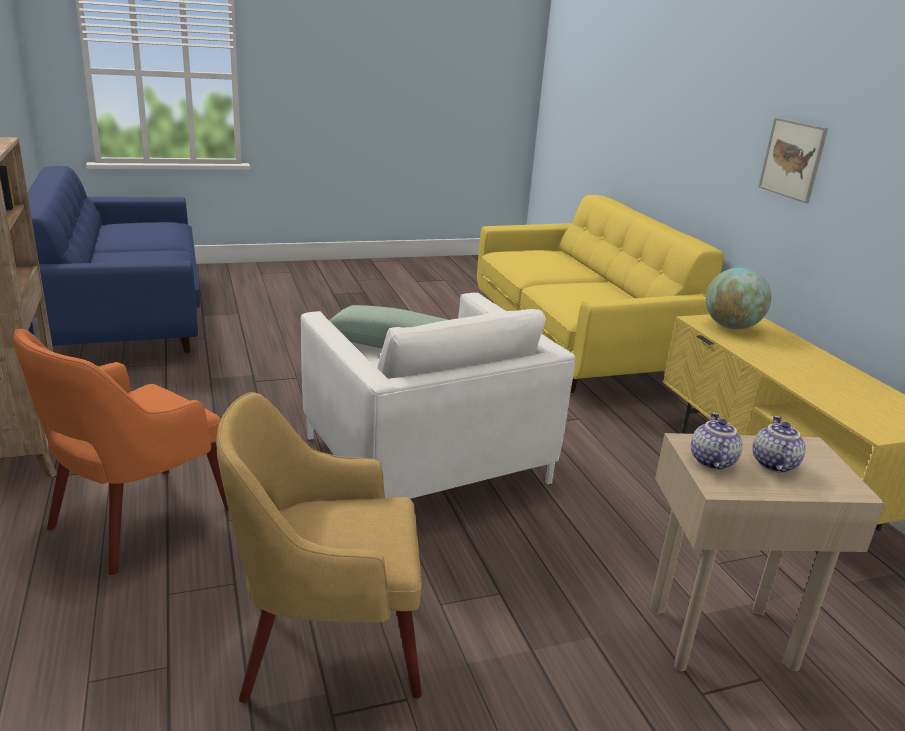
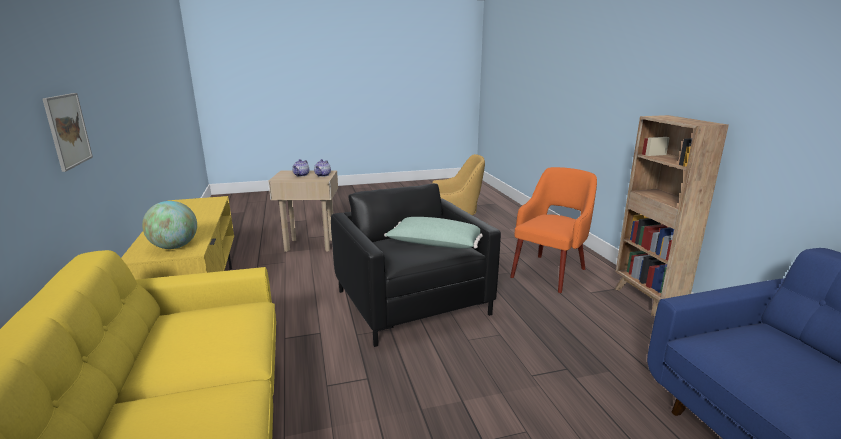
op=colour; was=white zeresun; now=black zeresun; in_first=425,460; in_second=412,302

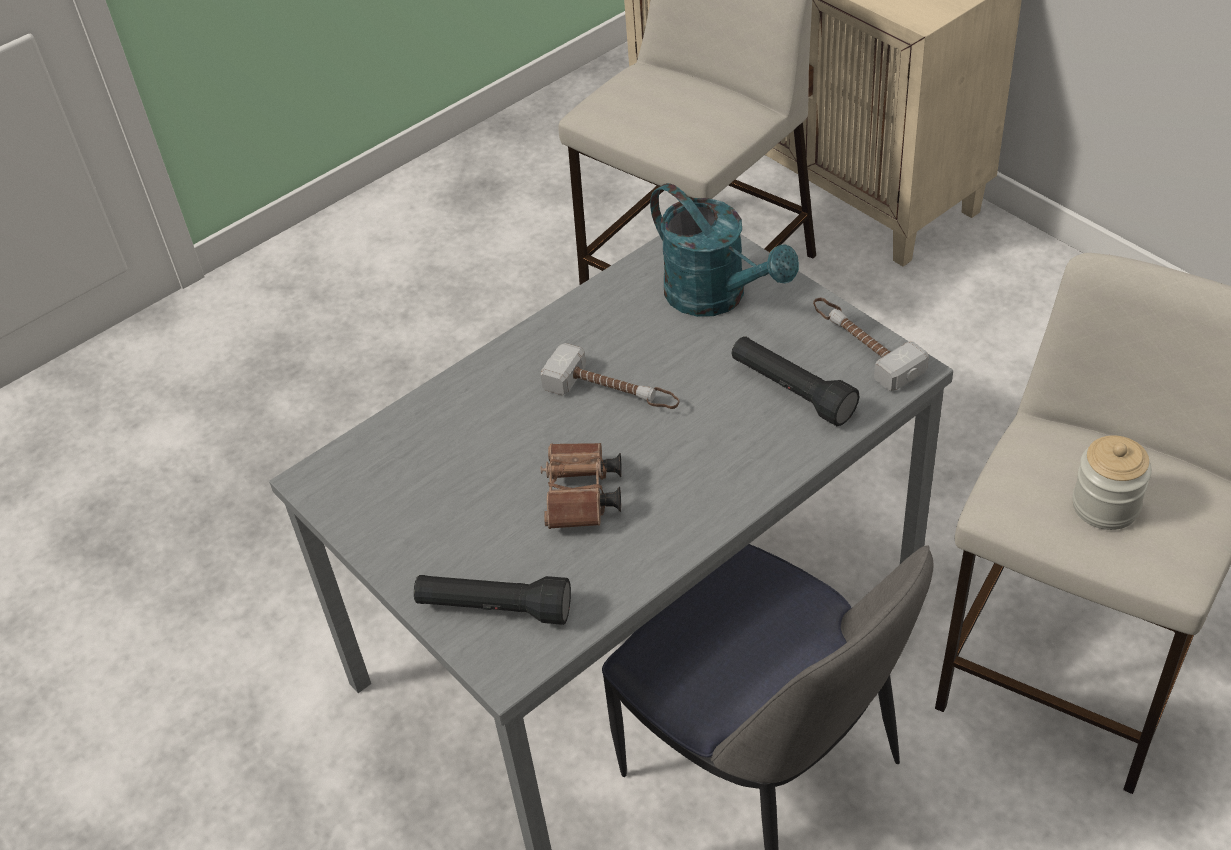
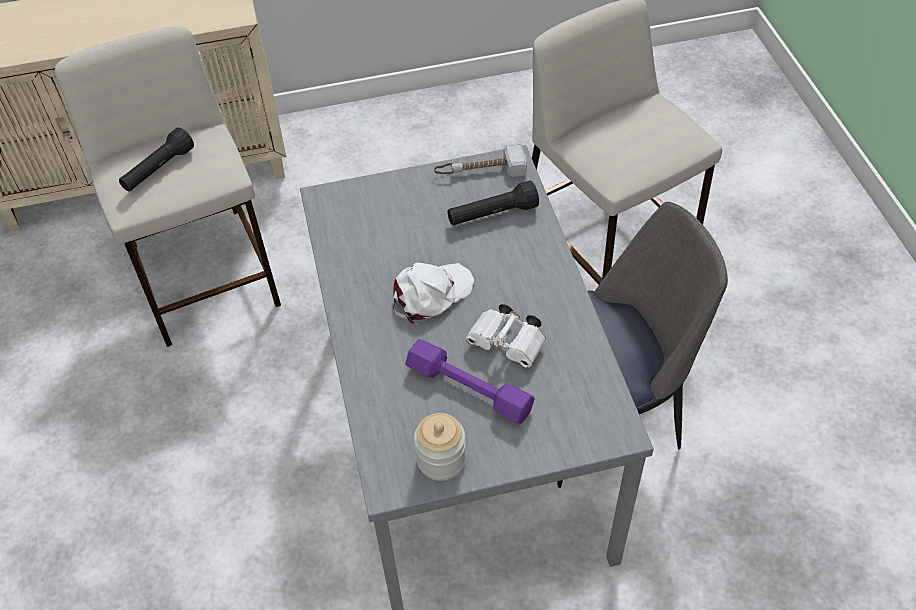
op=relocated; was=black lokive; in_first=494,609; in_second=158,170
op=exchanged; was=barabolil; now=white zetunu; in_first=613,393; in_second=431,294
op=appeared; now=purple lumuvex; in_second=469,388
op=relocated; was=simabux; in_first=1105,505; in_second=441,460
op=colour; was=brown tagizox; now=white tagizox; in_first=582,499; in_second=509,344
op=missing; was=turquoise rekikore; in_first=717,297

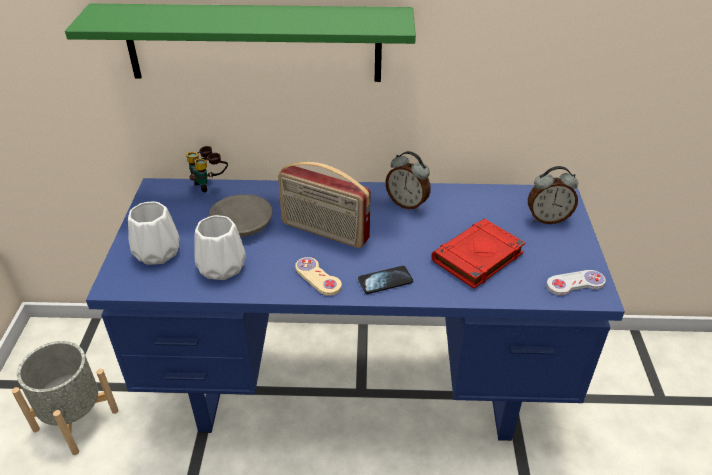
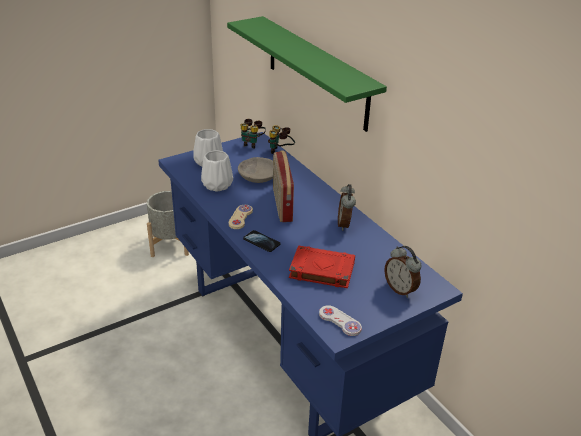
op=appeared; now=tagizox; in_second=252,144

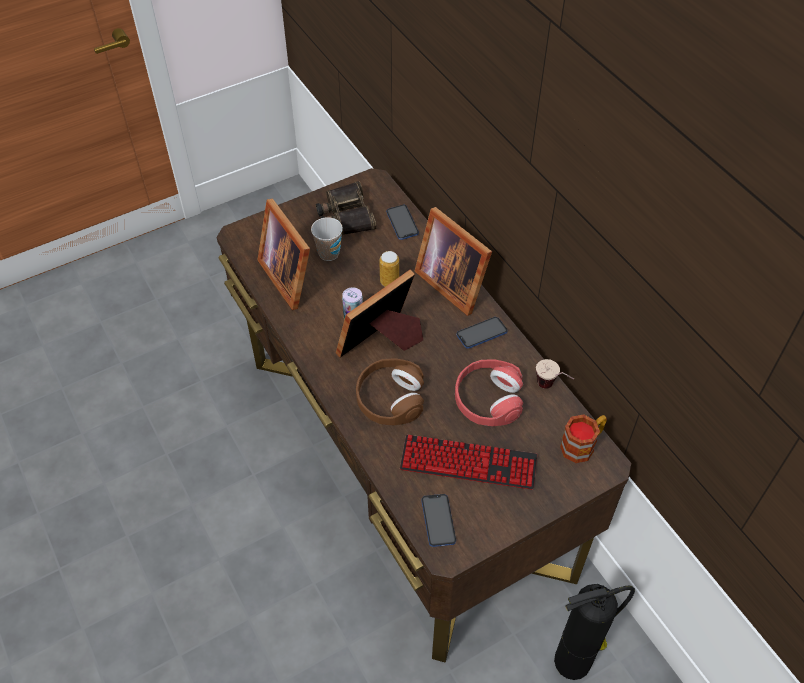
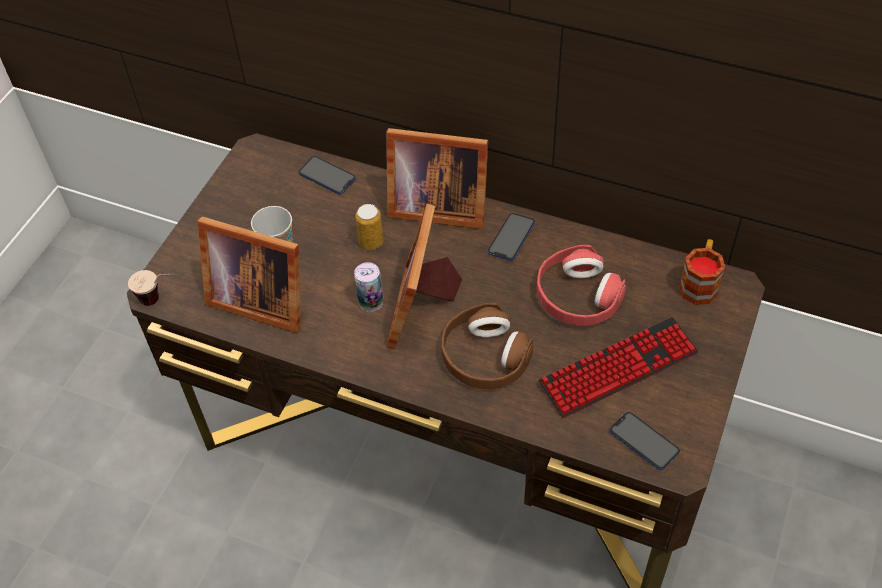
op=relocated; was=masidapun; in_first=552,388; in_second=160,300
op=missing; was=tagizox; in_first=345,215
op=missing; was=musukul; in_first=574,661

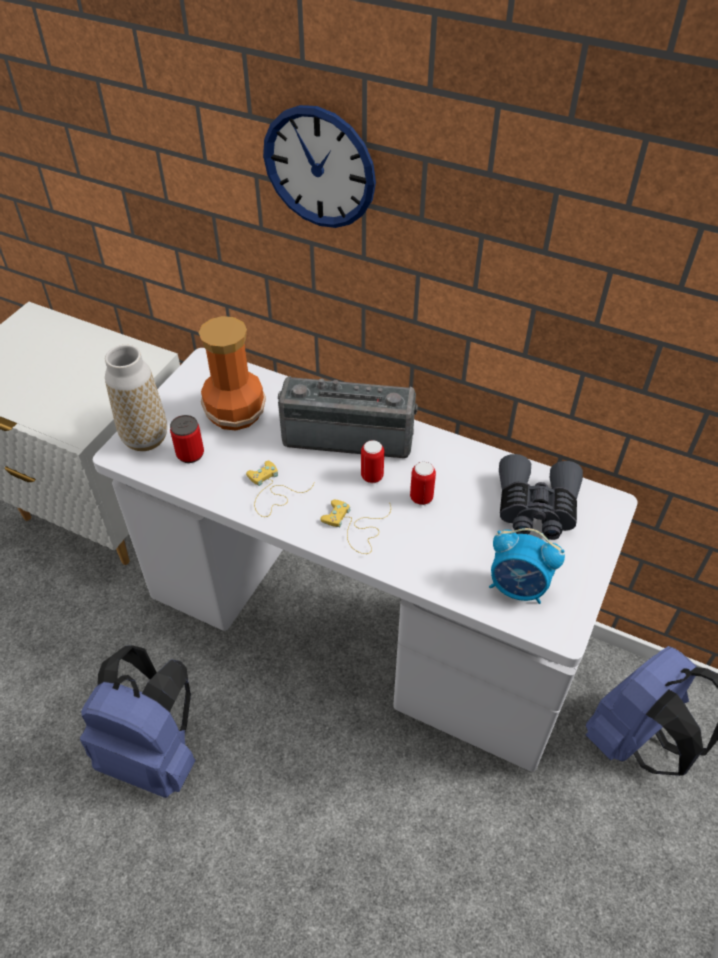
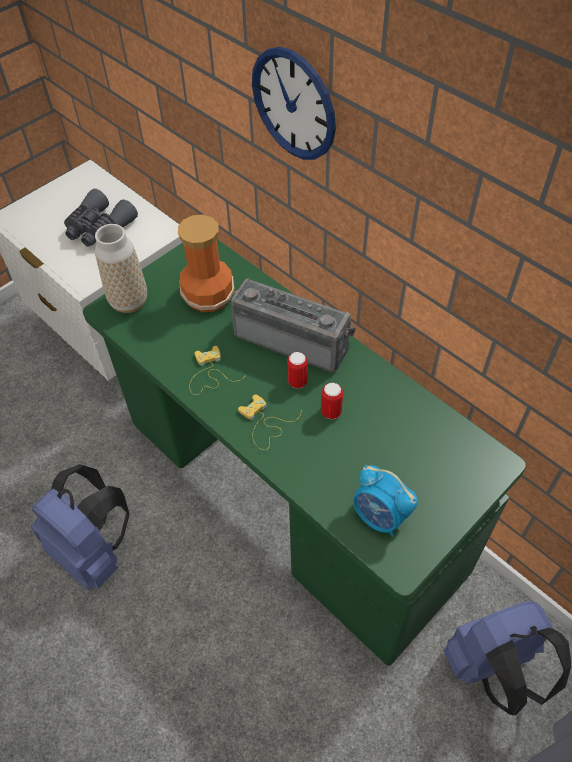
op=relocated; was=grey tagizox; in_first=536,508; in_second=99,228
op=colour; was=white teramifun; now=green teramifun; in_first=359,624; in_second=290,494
op=missing; was=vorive; in_first=190,454

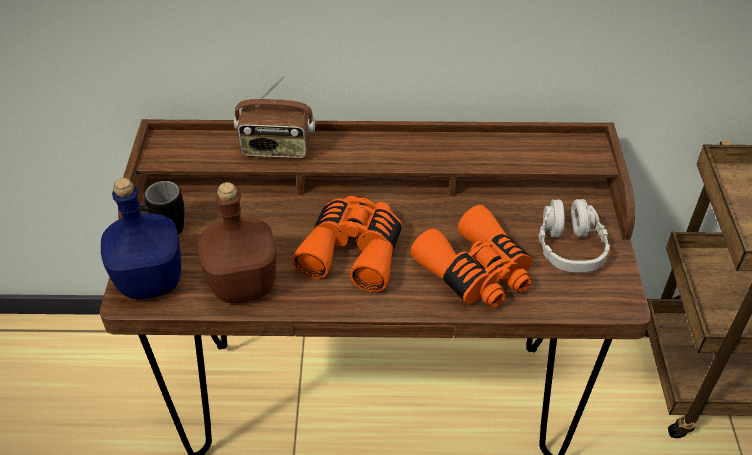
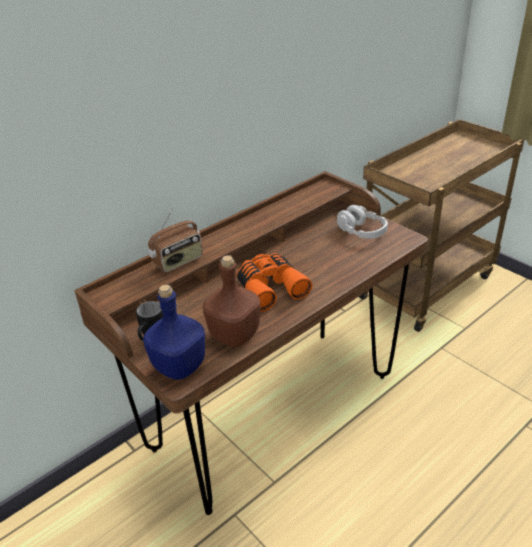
op=missing; was=orange tagizox; in_first=476,272

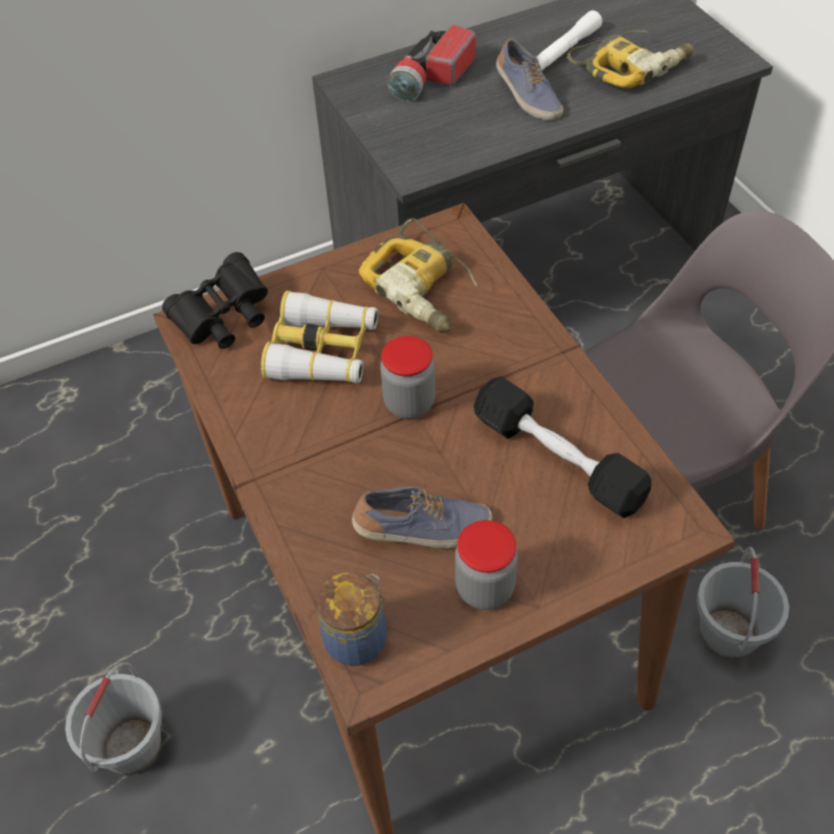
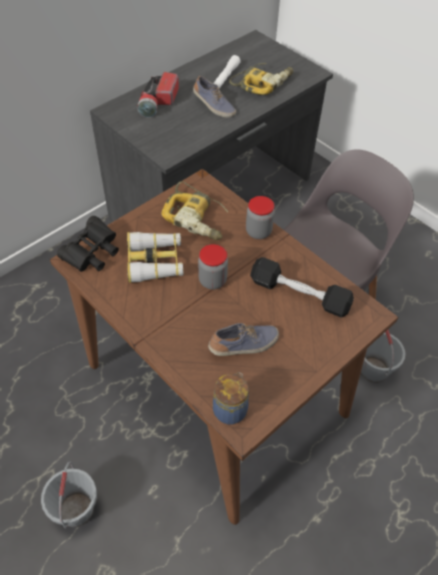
op=relocated; was=simabux; in_first=484,588; in_second=258,232

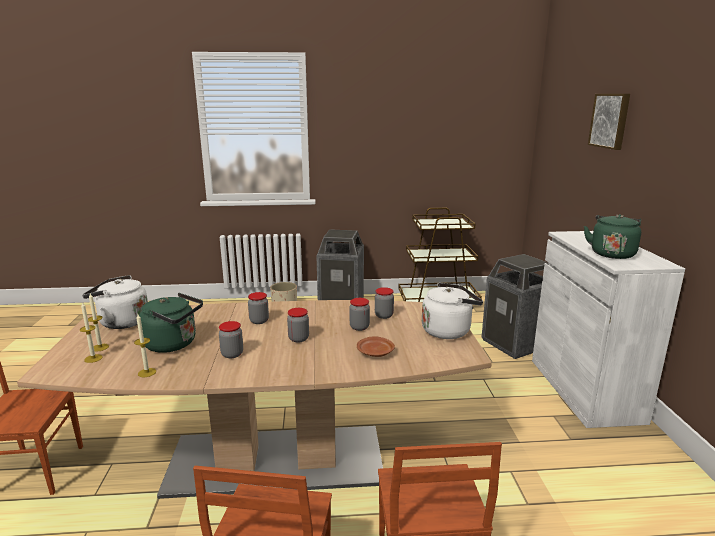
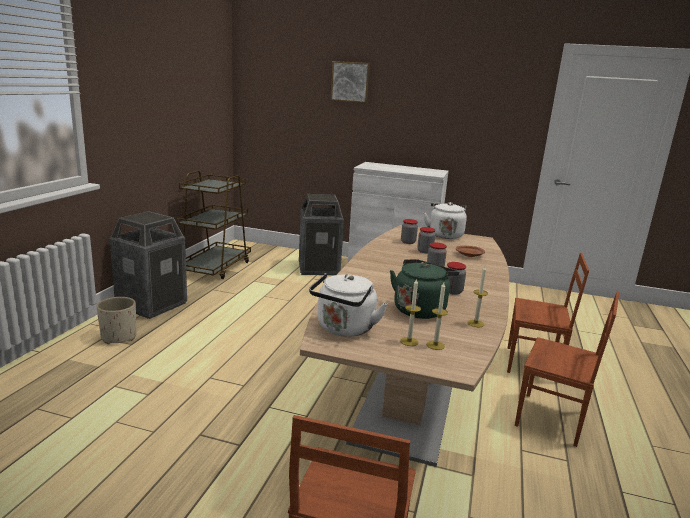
op=missing; was=simabux; in_first=259,321
op=missing; was=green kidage; in_first=611,253

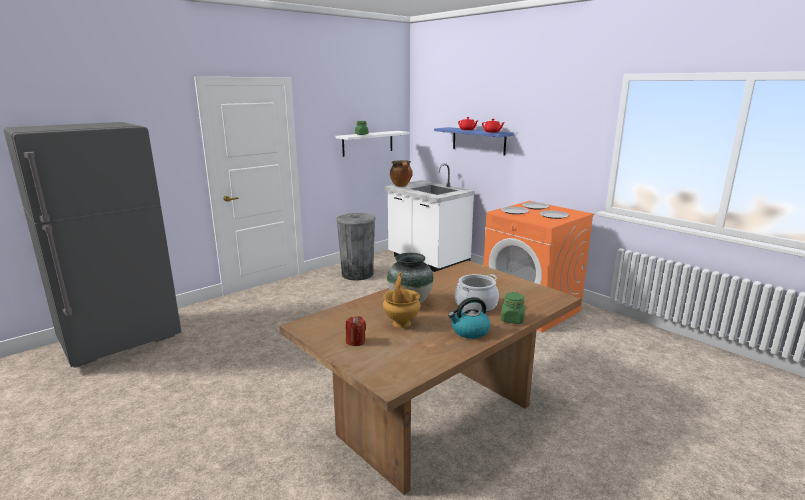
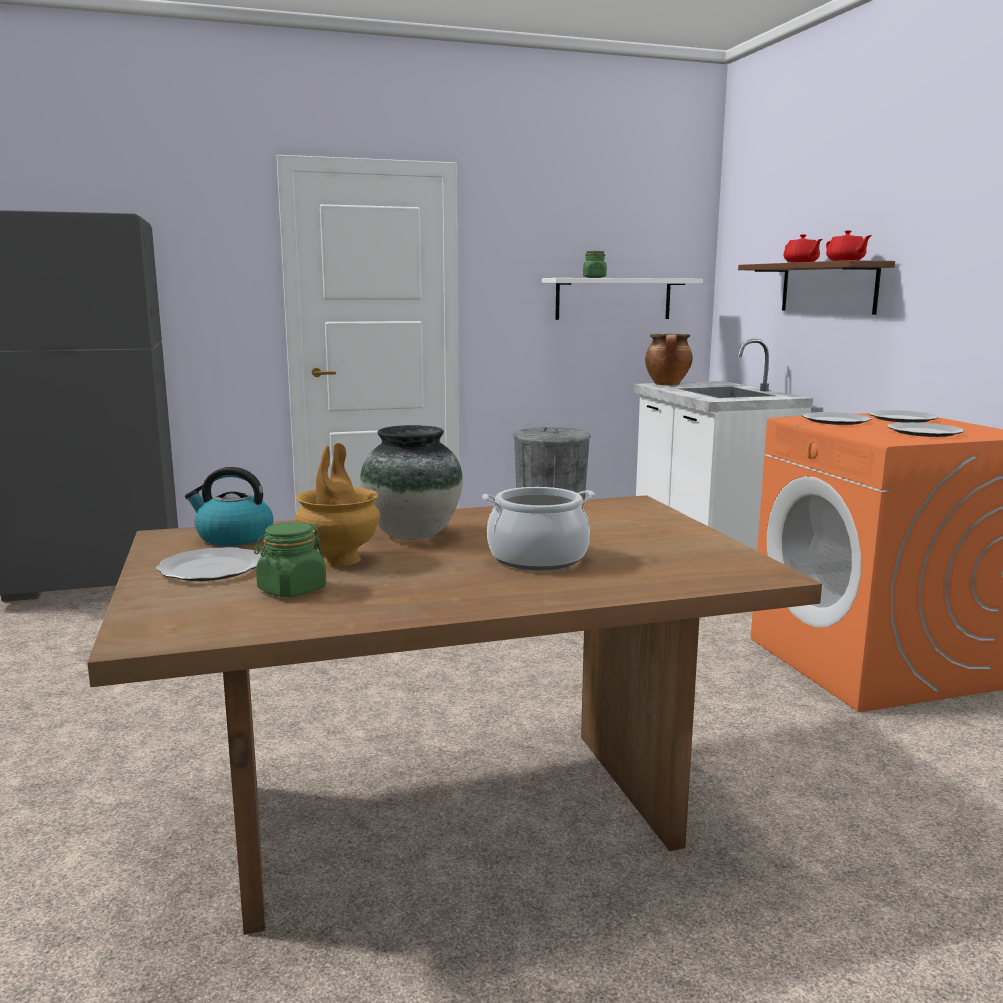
op=exchanged; was=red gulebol; now=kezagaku; in_first=355,341; in_second=210,569
op=relocated; was=kidage; in_first=469,331; in_second=233,537
op=relocated; was=green simabux; in_first=512,319; in_second=291,590
op=colour; was=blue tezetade; now=brown tezetade; in_first=478,140; in_second=828,287

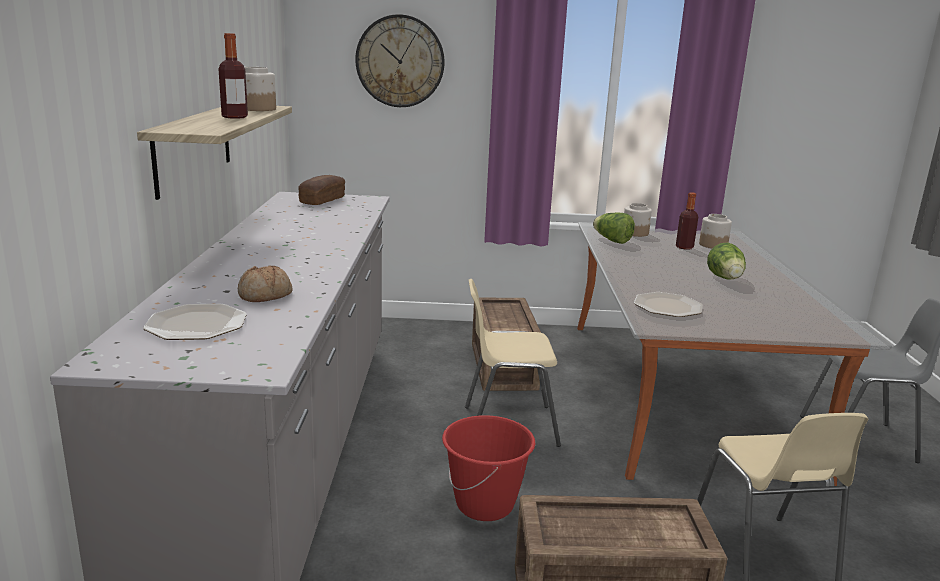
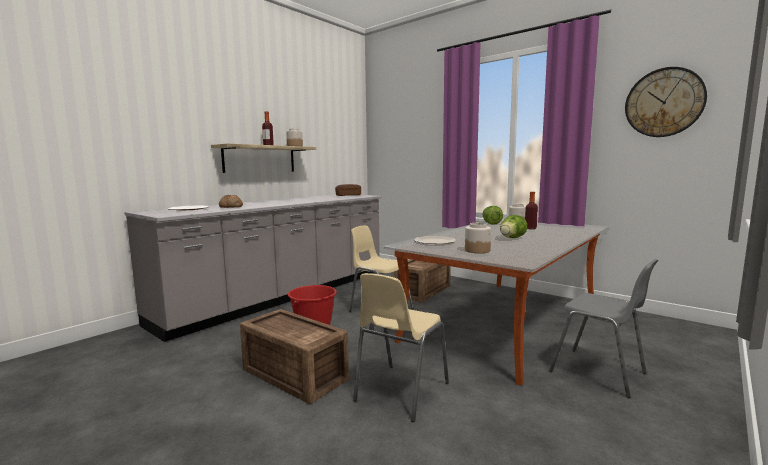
op=relocated; was=simabux; in_first=713,245; in_second=477,250
op=relocated; was=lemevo; in_first=400,61; in_second=664,102

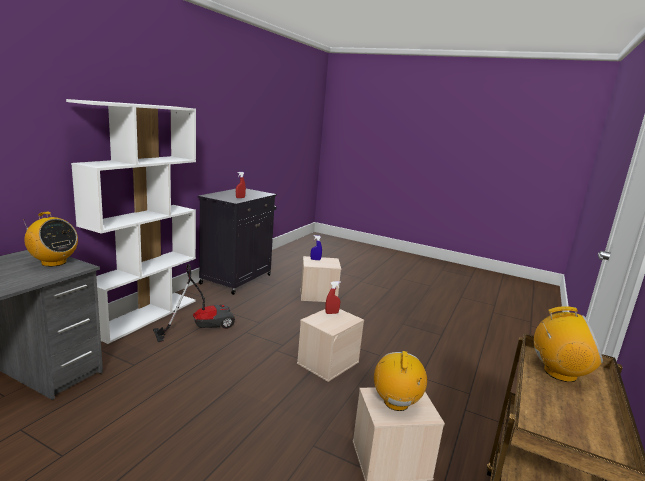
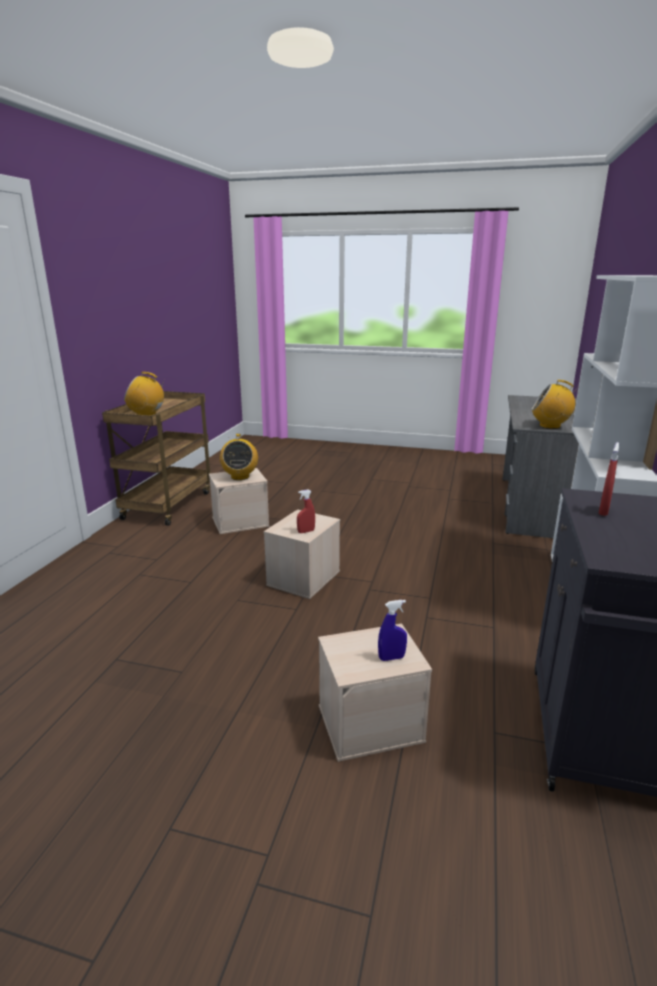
op=missing; was=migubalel; in_first=201,326

